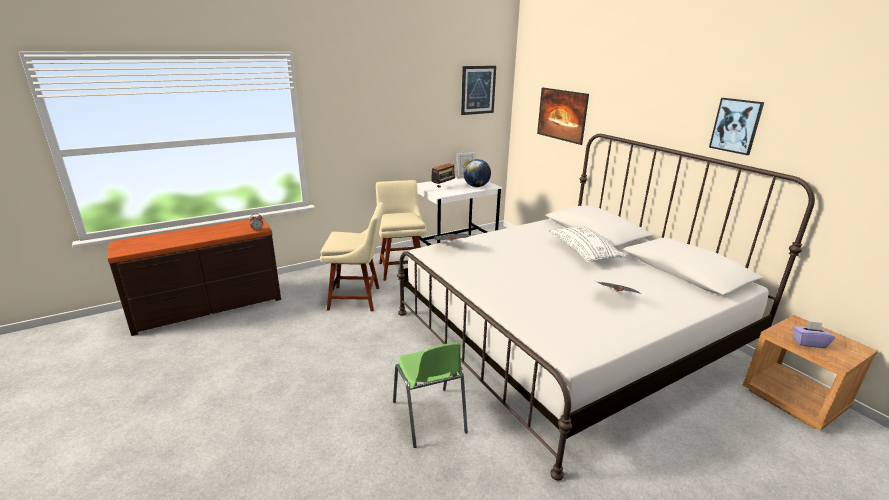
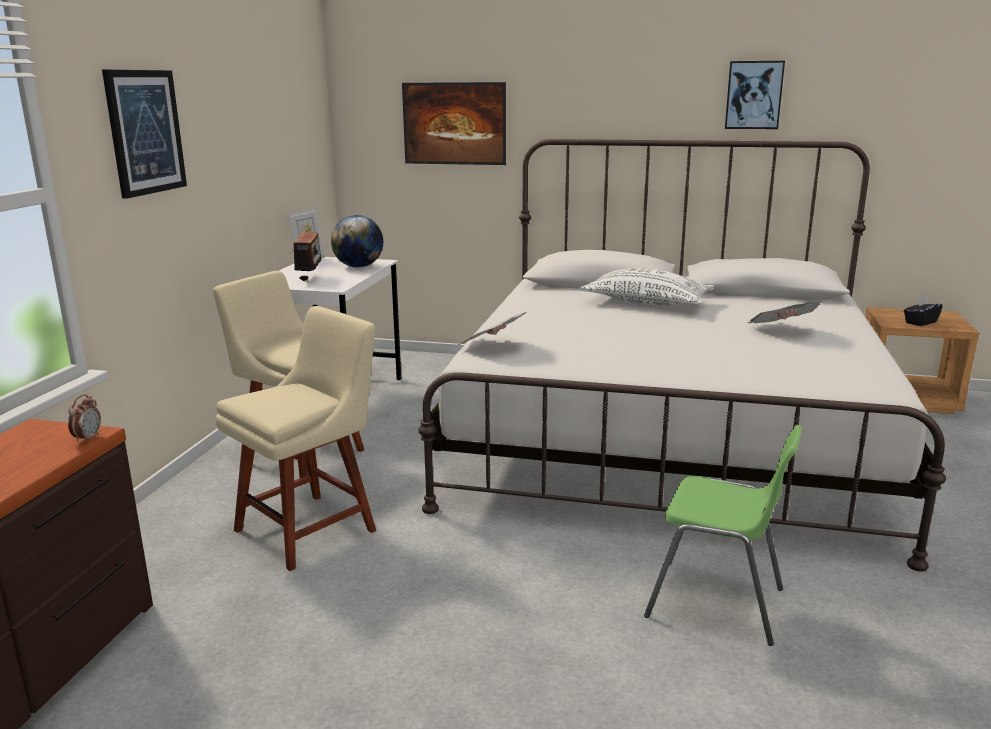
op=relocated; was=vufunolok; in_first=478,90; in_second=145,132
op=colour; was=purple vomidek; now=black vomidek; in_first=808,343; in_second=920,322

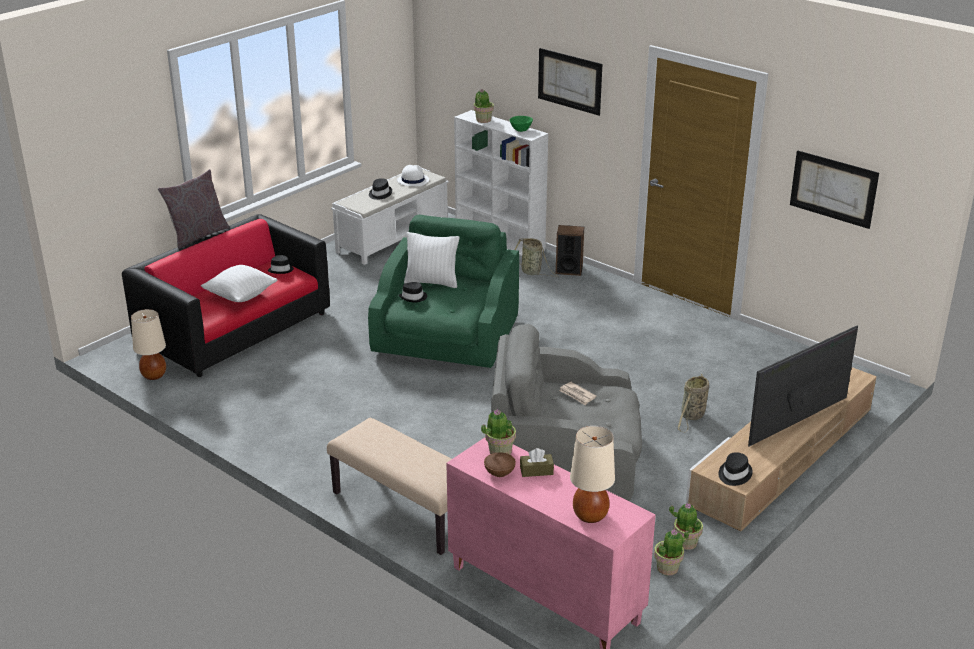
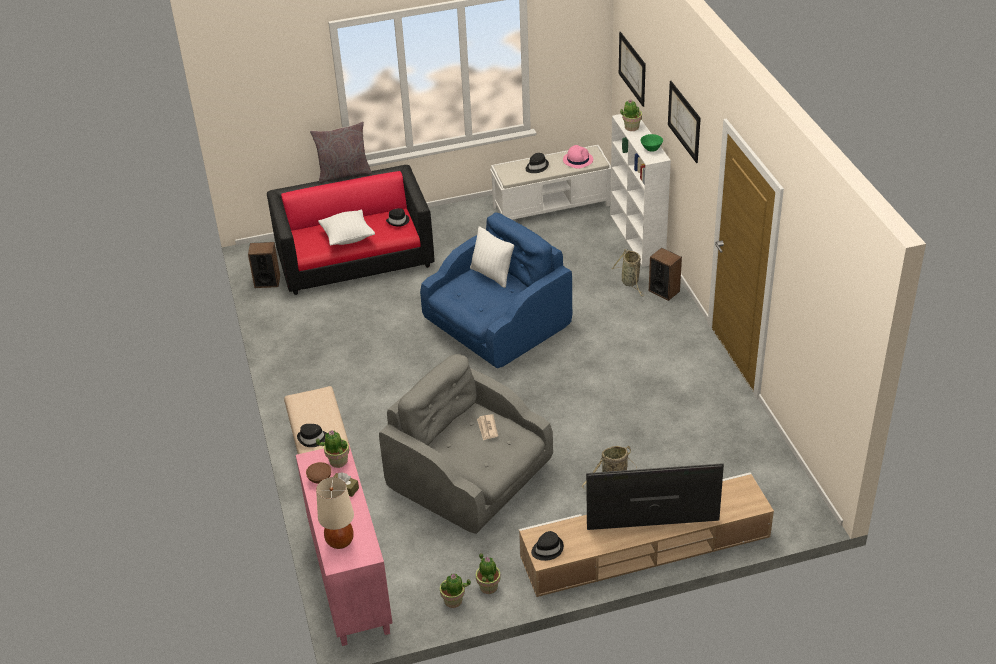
op=exchanged; was=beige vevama; now=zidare; in_first=154,375; in_second=267,281
op=relocated; was=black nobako; in_first=413,297; in_second=312,439
op=colour; was=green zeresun; now=blue zeresun; in_first=446,339; in_second=496,326
op=colour; was=white nobako; now=pink nobako; in_first=413,180; in_second=578,160
op=relocated; was=vufunolok; in_first=833,189; in_second=632,68

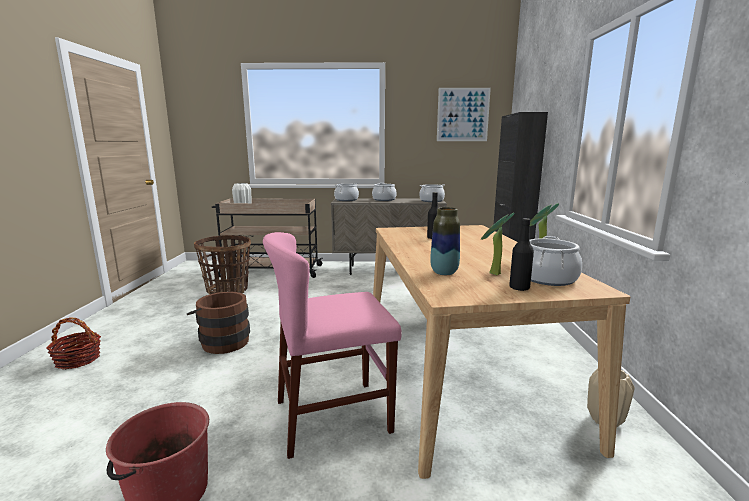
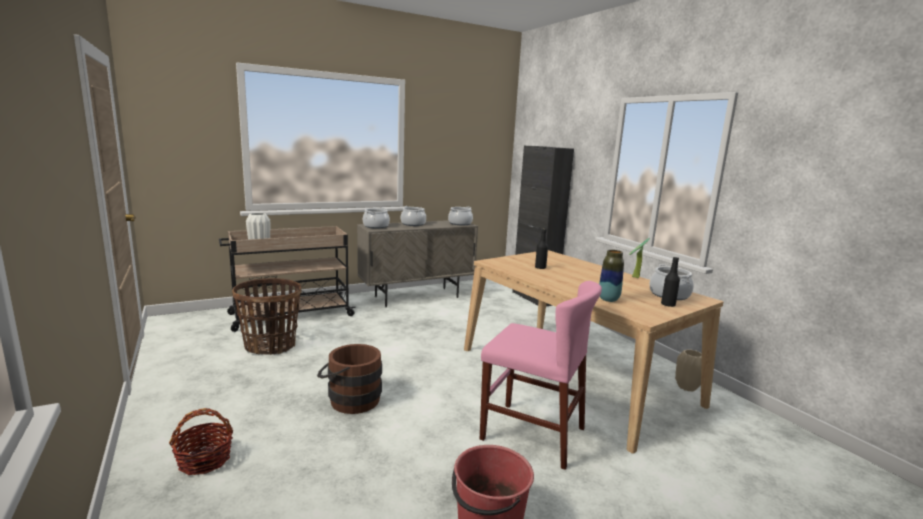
op=spun; was=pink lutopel; in_first=333,416; in_second=532,433; clockwise=-105
op=missing; was=vufunolok; in_first=463,114
op=missing; was=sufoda; in_first=492,274

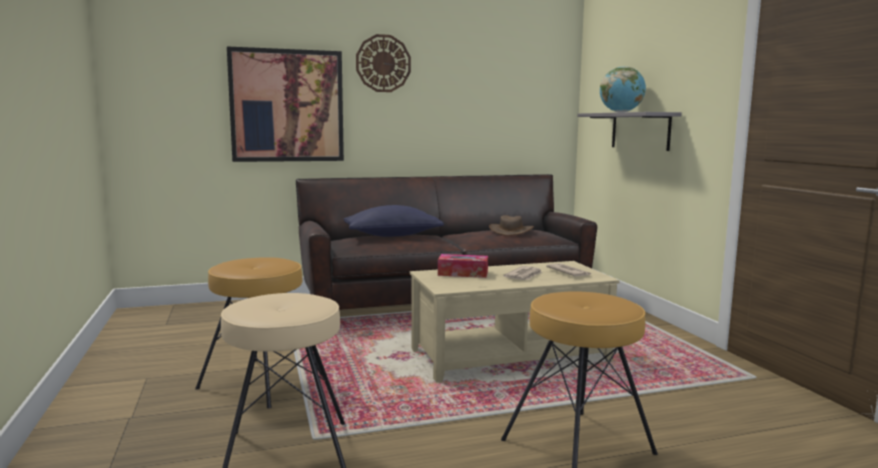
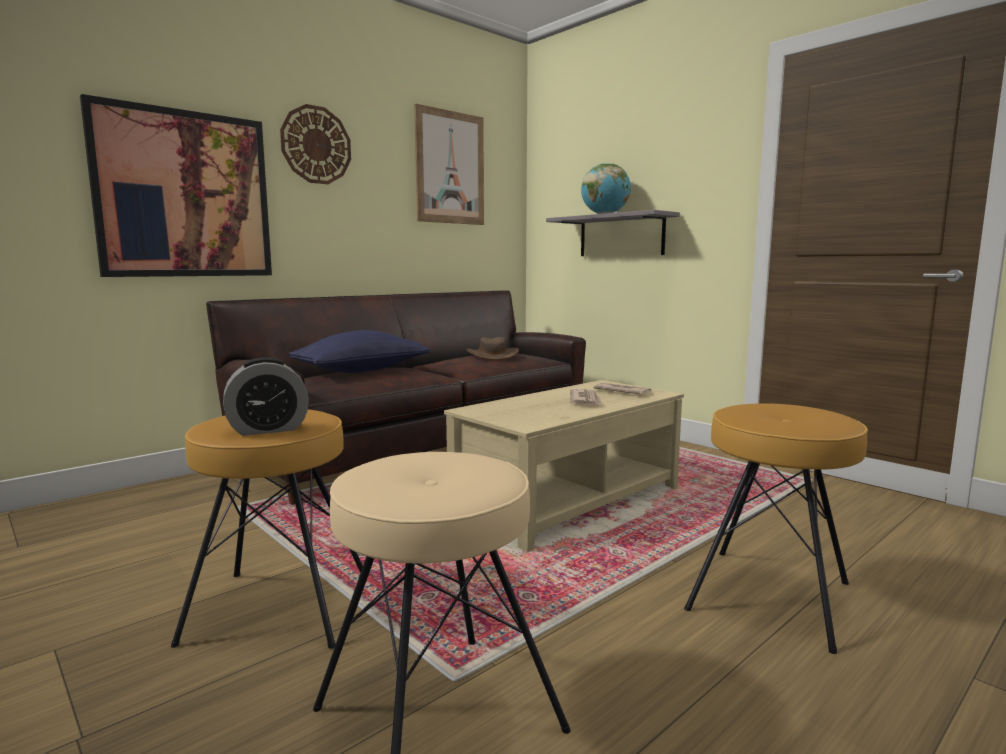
op=appeared; now=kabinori; in_second=268,429
op=appeared; now=vufunolok; in_second=450,168
op=missing; was=vomidek; in_first=463,273

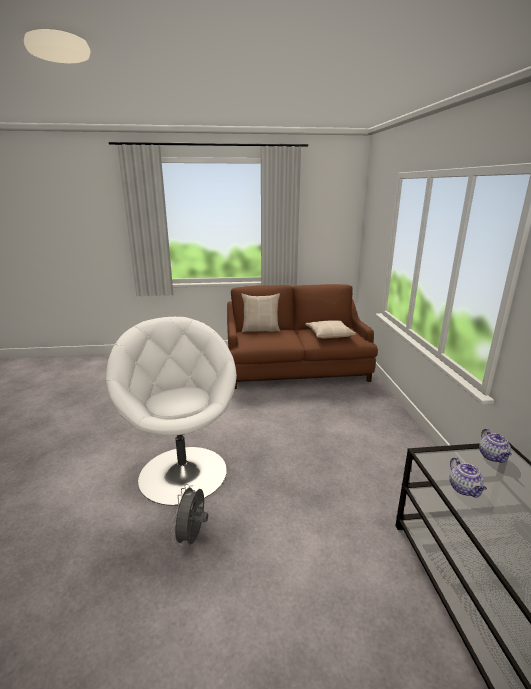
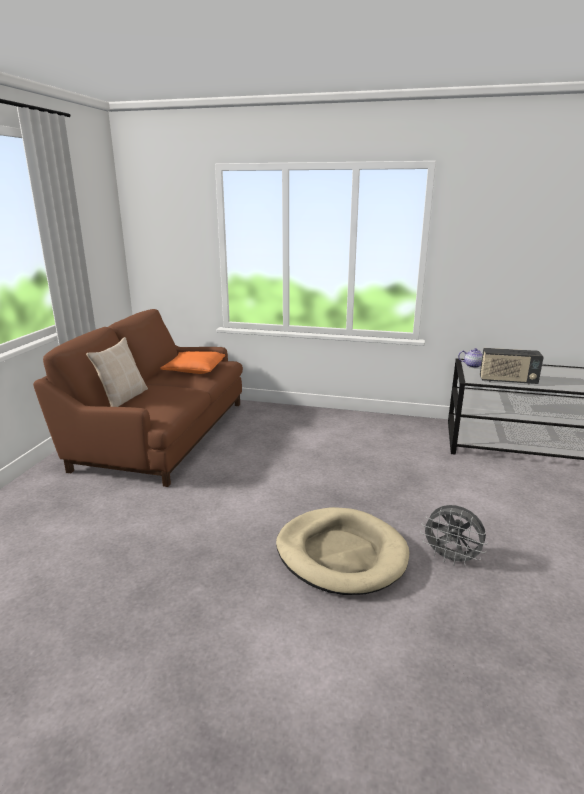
op=colour; was=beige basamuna; now=orange basamuna; in_first=329,334; in_second=194,369
op=exchanged; was=white zeresun; now=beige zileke; in_first=183,472; in_second=341,554
op=exchanged; was=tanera; now=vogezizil; in_first=464,489; in_second=507,381

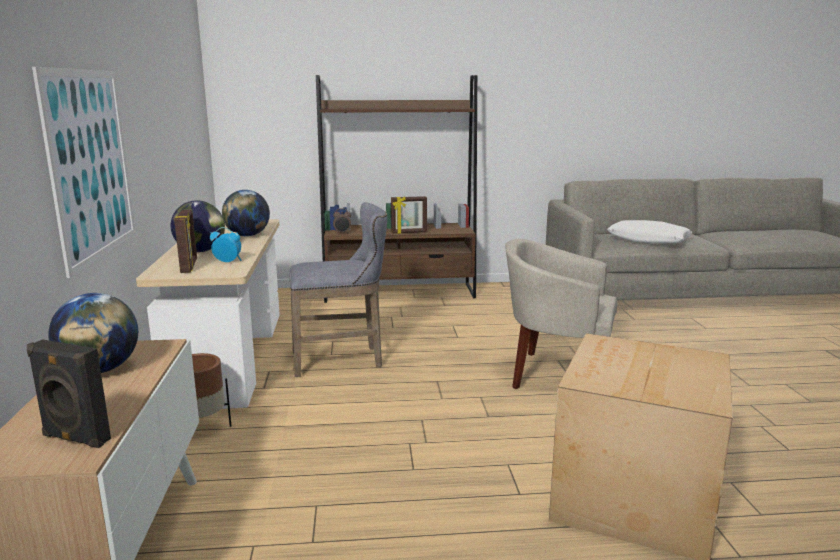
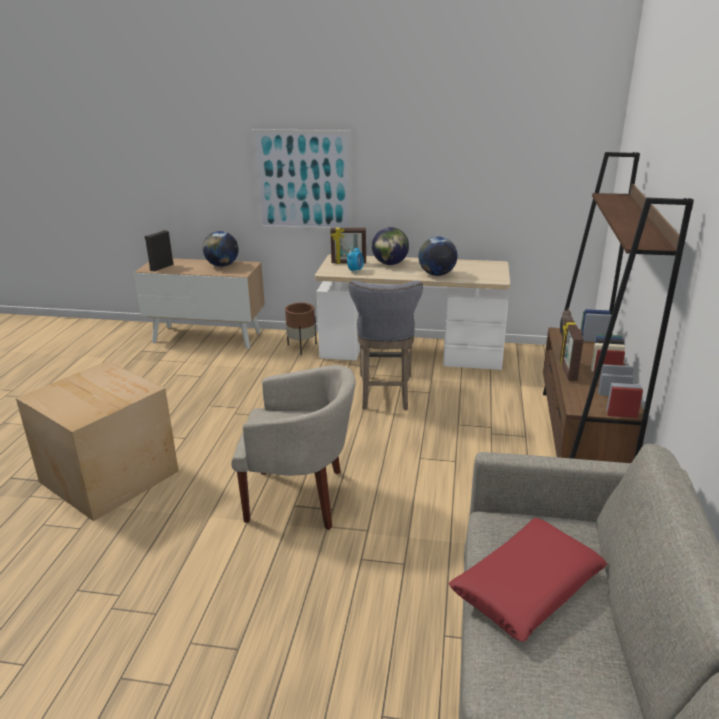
op=spun; was=beige zeresun; in_first=555,374; in_second=300,497; clockwise=60
op=colour; was=white basamuna; now=red basamuna; in_first=648,240; in_second=527,587

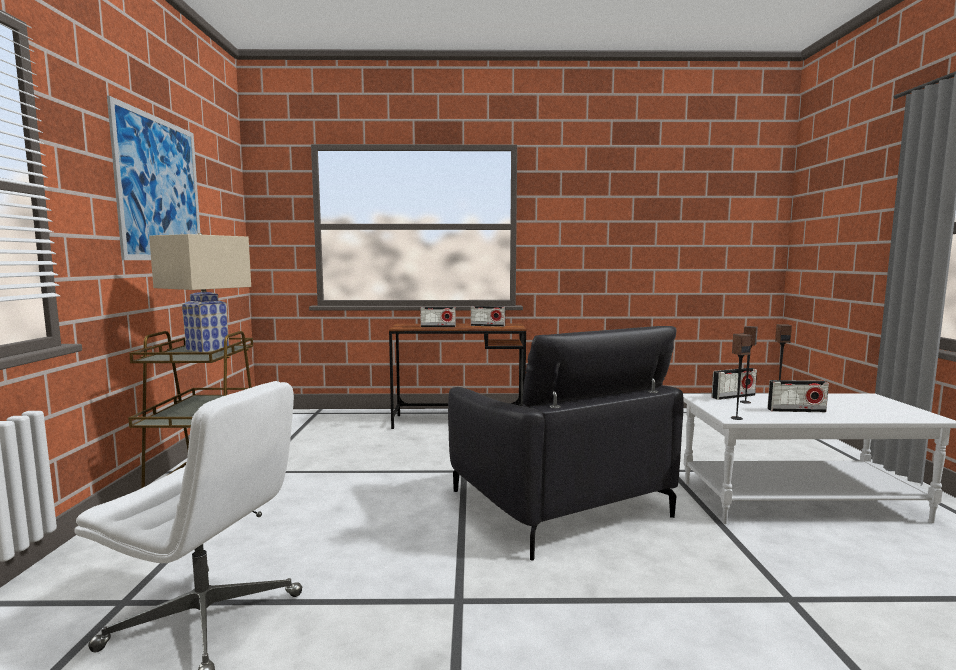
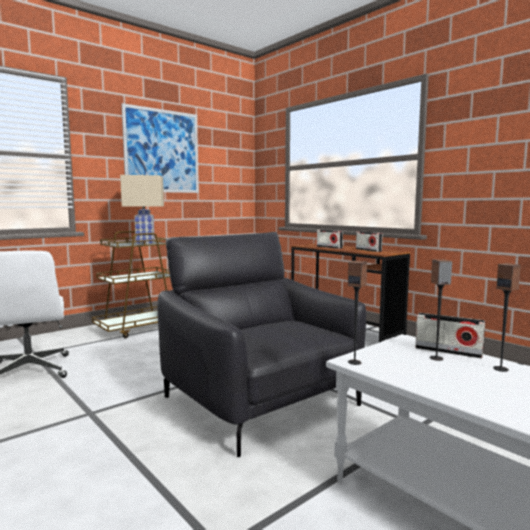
op=spun; was=black zeresun; in_first=557,503; in_second=261,401; clockwise=120
op=missing; was=vogezizil; in_first=796,410

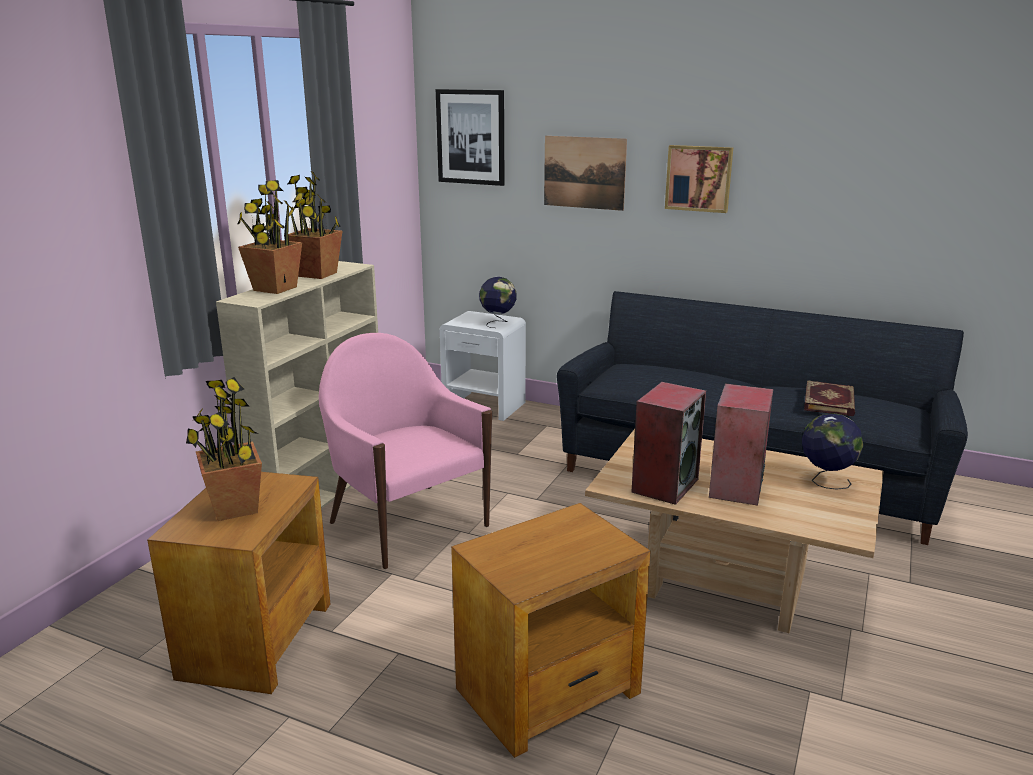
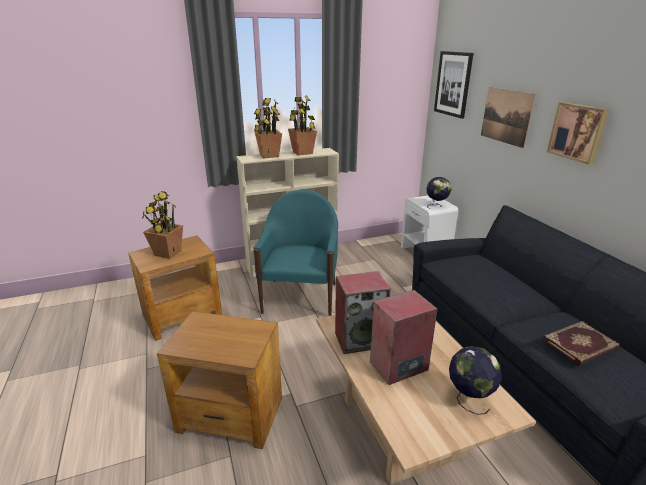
op=colour; was=pink zeresun; now=turquoise zeresun; in_first=407,523; in_second=300,297

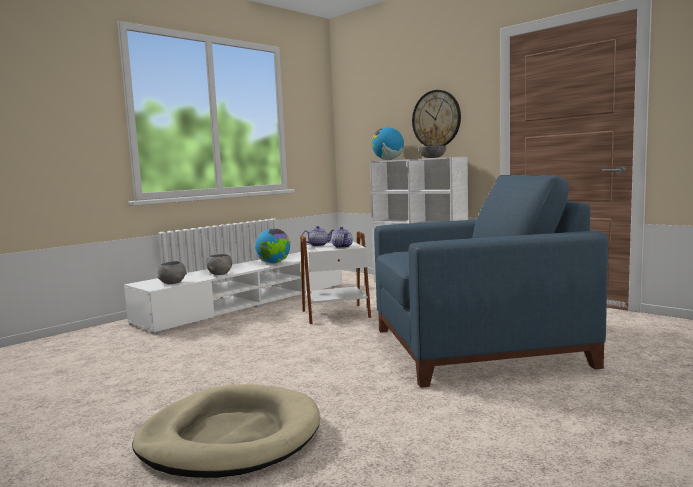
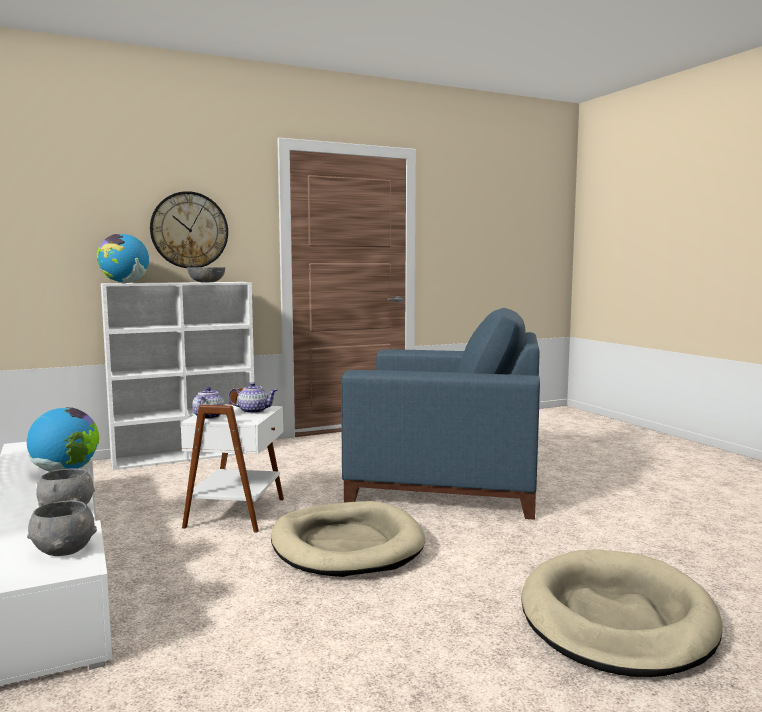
op=appeared; now=beige zileke; in_second=346,545
op=spun; was=blue zeresun; in_first=474,347; in_second=443,481; clockwise=90

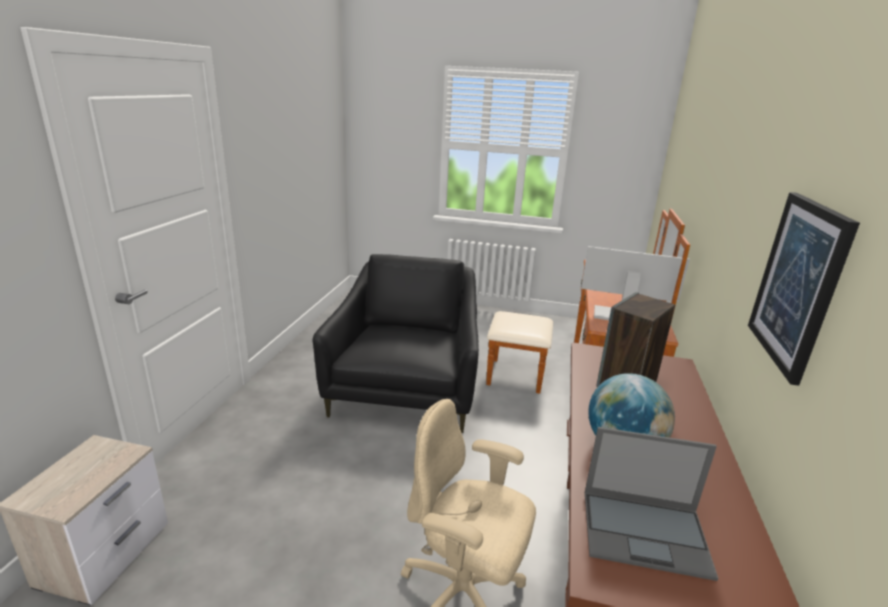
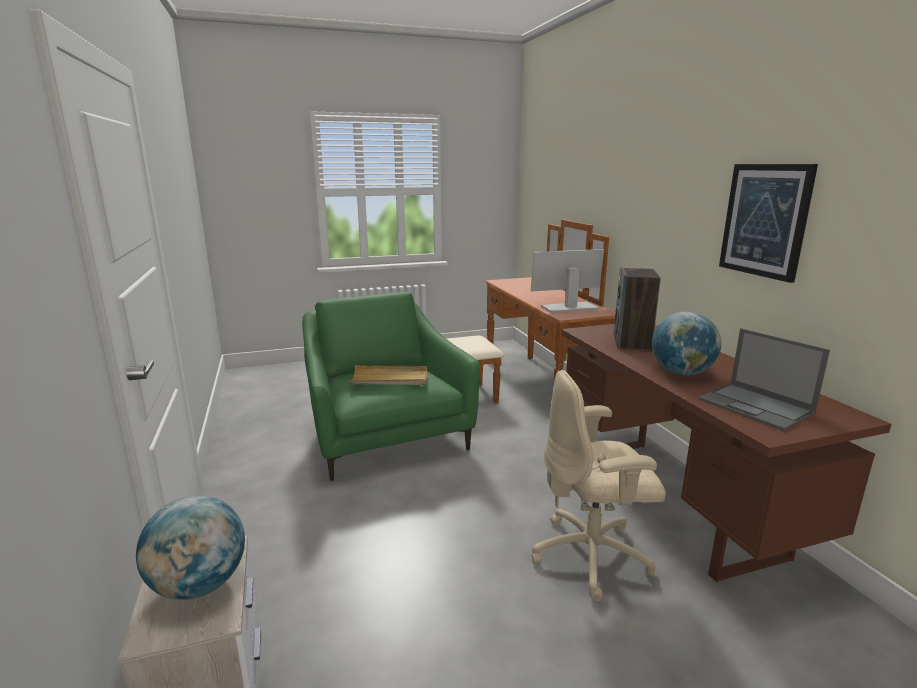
op=appeared; now=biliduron; in_second=199,585
op=colour; was=black zeresun; now=green zeresun; in_first=406,390; in_second=384,435
op=appeared; now=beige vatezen; in_second=390,378
op=spun; was=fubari; in_first=646,532; in_second=756,406; clockwise=75

